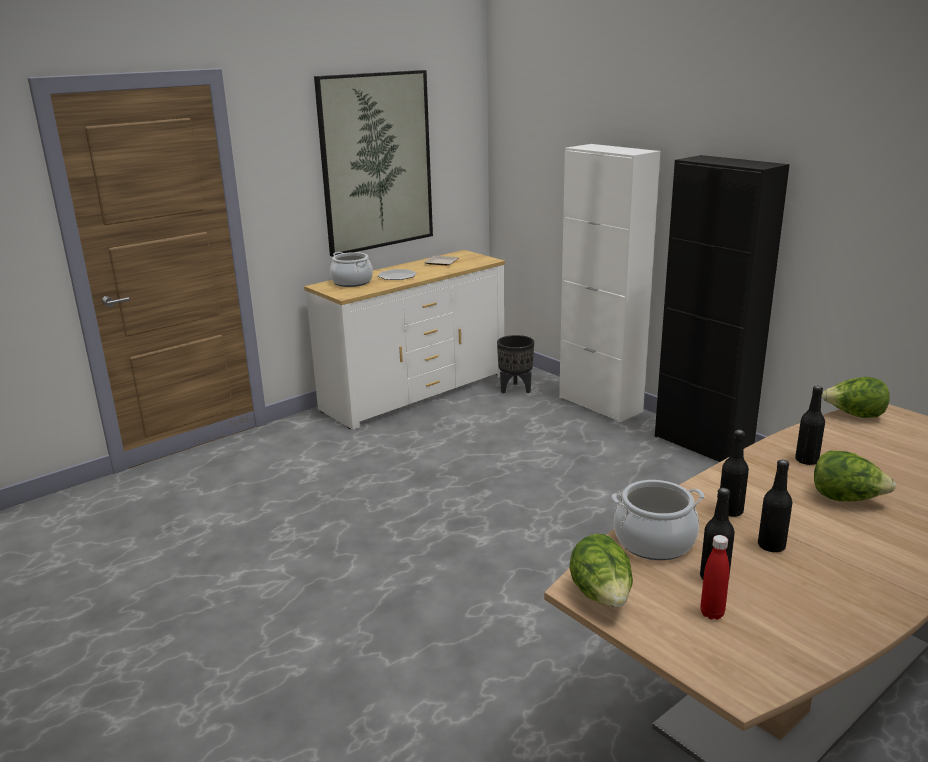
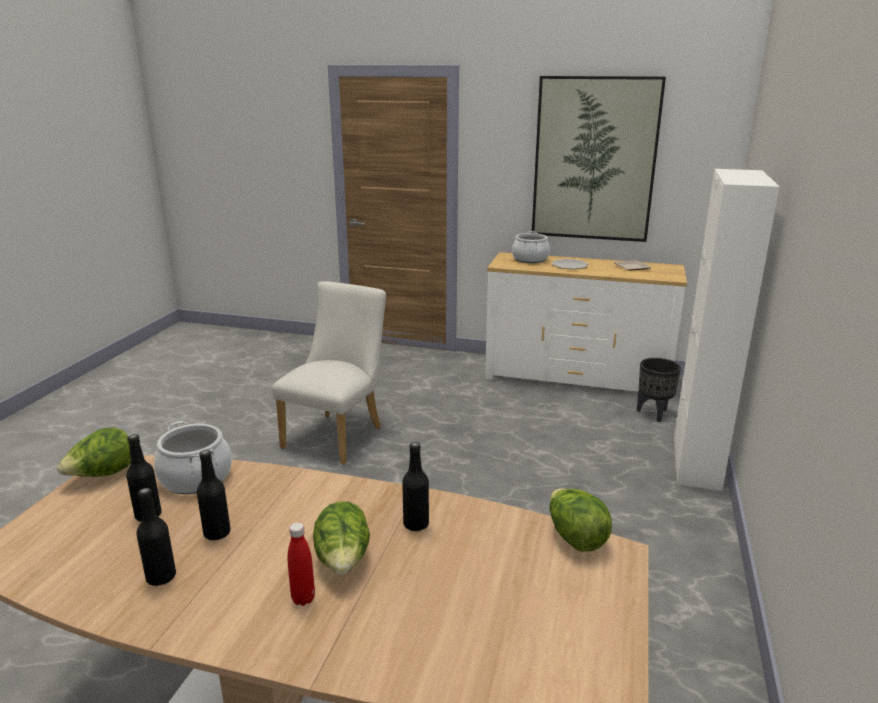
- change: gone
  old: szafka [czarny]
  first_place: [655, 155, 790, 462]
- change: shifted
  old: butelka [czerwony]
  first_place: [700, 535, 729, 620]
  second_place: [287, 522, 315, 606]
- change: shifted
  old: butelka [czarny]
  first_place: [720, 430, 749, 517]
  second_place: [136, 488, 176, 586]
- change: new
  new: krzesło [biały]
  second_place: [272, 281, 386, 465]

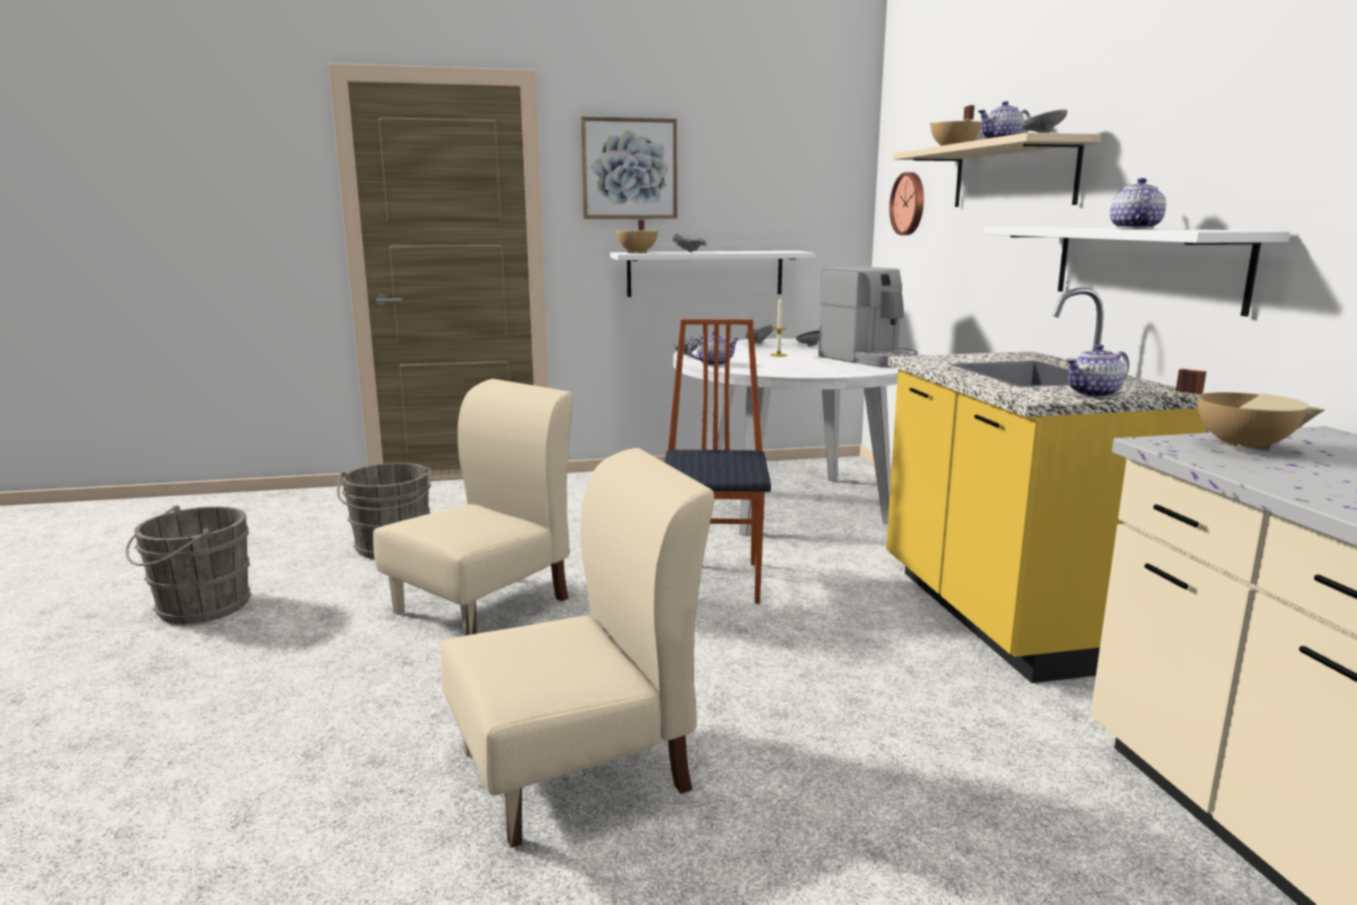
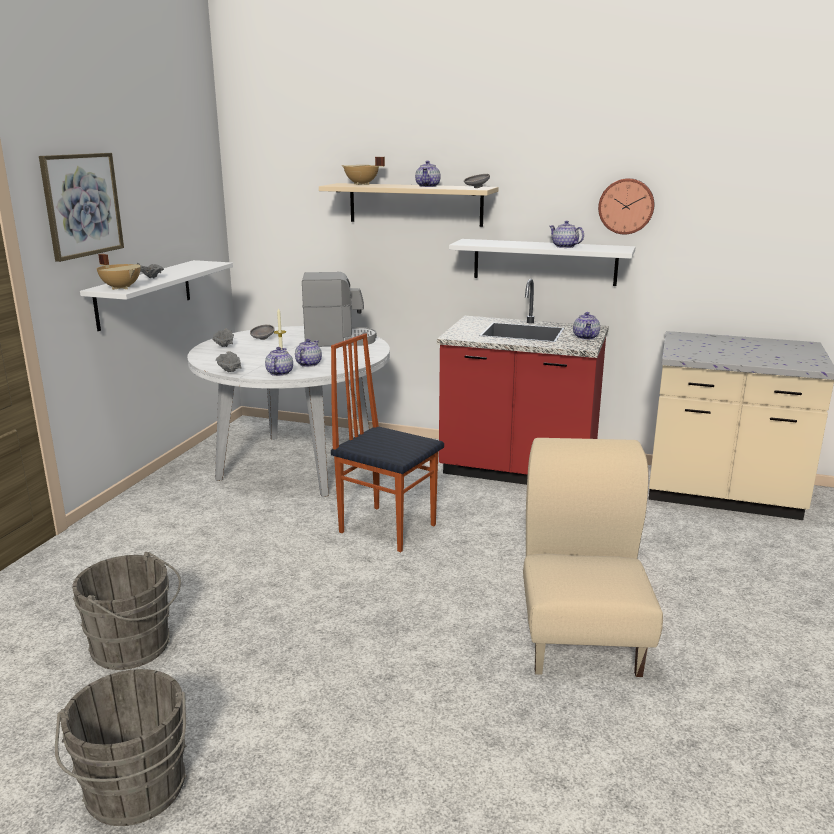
- change: gone
  old: krzesło [beżowy]
  first_place: [373, 379, 573, 636]
- change: repainted
  old: zabudowa kuchenna [żółty]
  new: zabudowa kuchenna [czerwony]
  first_place: [886, 288, 1206, 683]
  second_place: [437, 279, 609, 485]
- change: shifted
  old: zegar ścienny
  first_place: [889, 172, 924, 235]
  second_place: [598, 178, 654, 235]
- change: gone
  old: garnek [beżowy]
  first_place: [1175, 369, 1325, 451]
- change: new
  new: imbryk
  second_place: [295, 339, 322, 367]

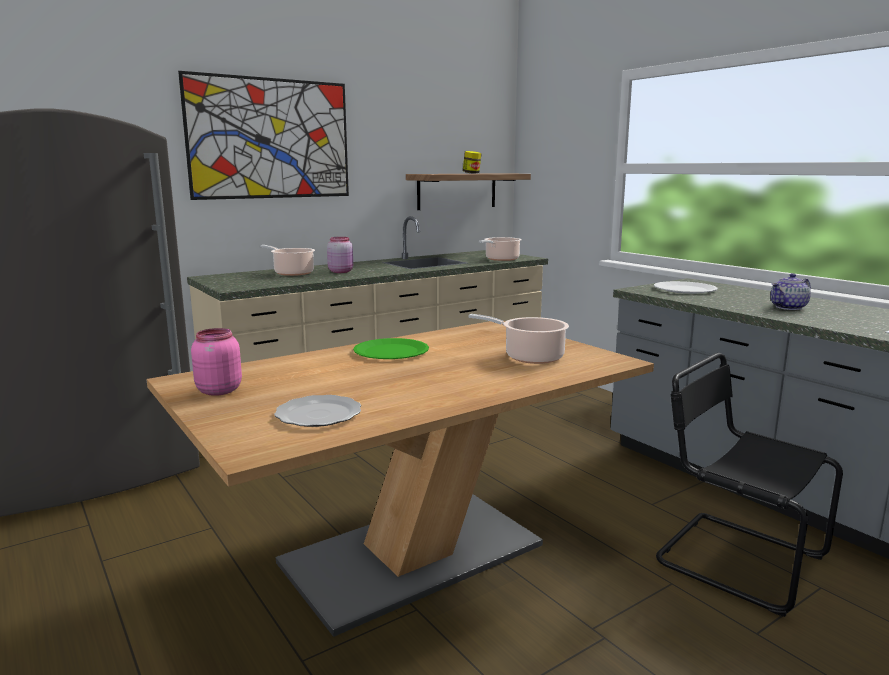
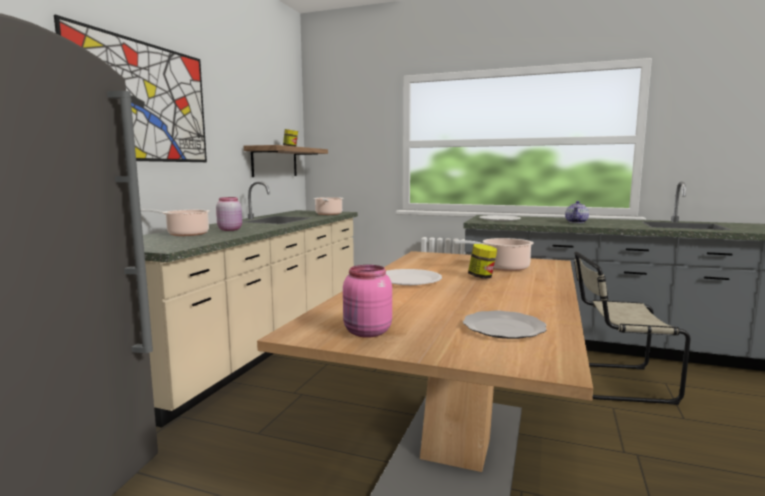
- change: repainted
  old: talerz [zielony]
  new: talerz [biały]
  first_place: [353, 338, 429, 359]
  second_place: [386, 269, 442, 285]
- change: repainted
  old: krzesło [czarny]
  new: krzesło [beżowy]
  first_place: [656, 353, 843, 617]
  second_place: [574, 252, 691, 405]
- change: new
  new: słoik
  second_place: [468, 244, 497, 279]

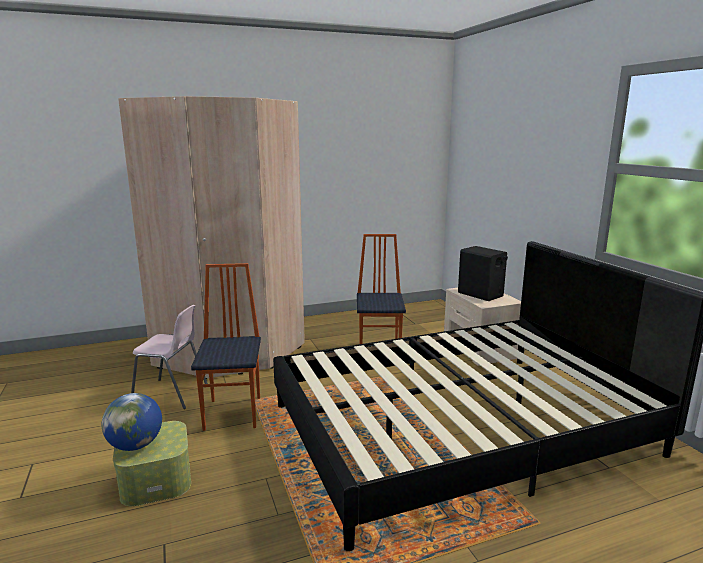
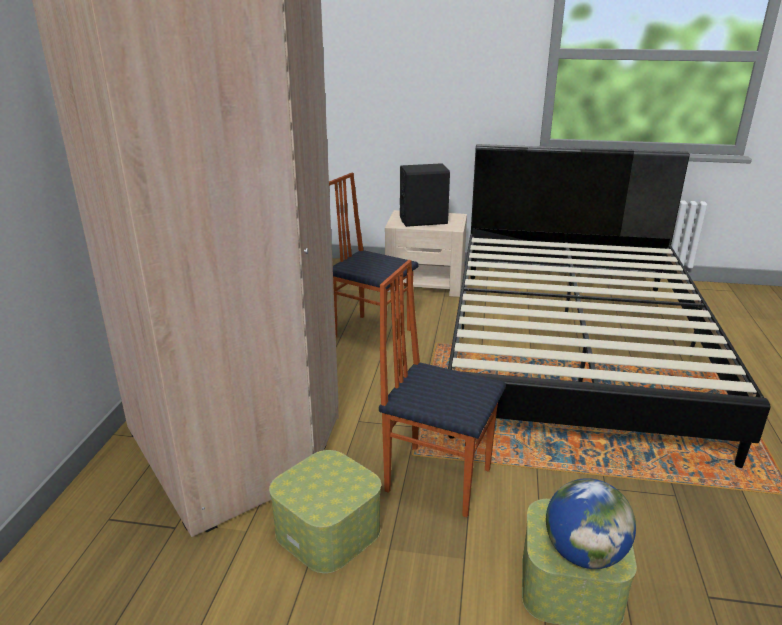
- change: swapped
  old: krzesło [różowy]
  new: pojemnik do przechowywania
  first_place: [131, 305, 208, 409]
  second_place: [269, 450, 381, 573]

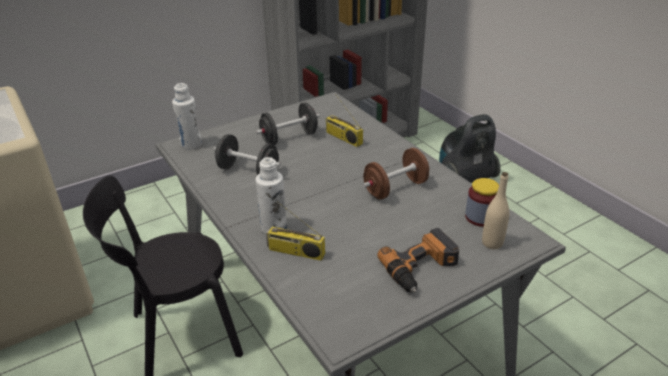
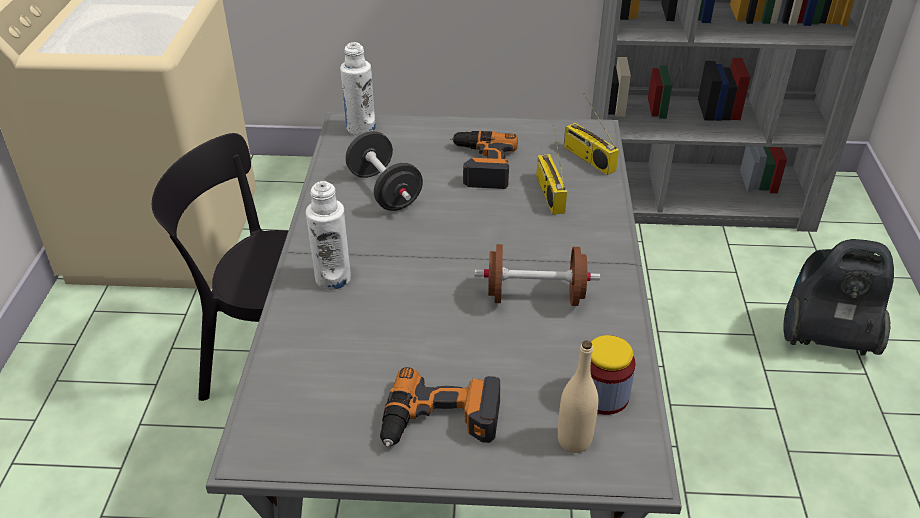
- change: swapped
  old: hantel [czarny]
  new: wiertarka
  first_place: [256, 102, 320, 145]
  second_place: [450, 131, 518, 189]
- change: shifted
  old: radio
  first_place: [266, 201, 325, 261]
  second_place: [564, 93, 619, 175]

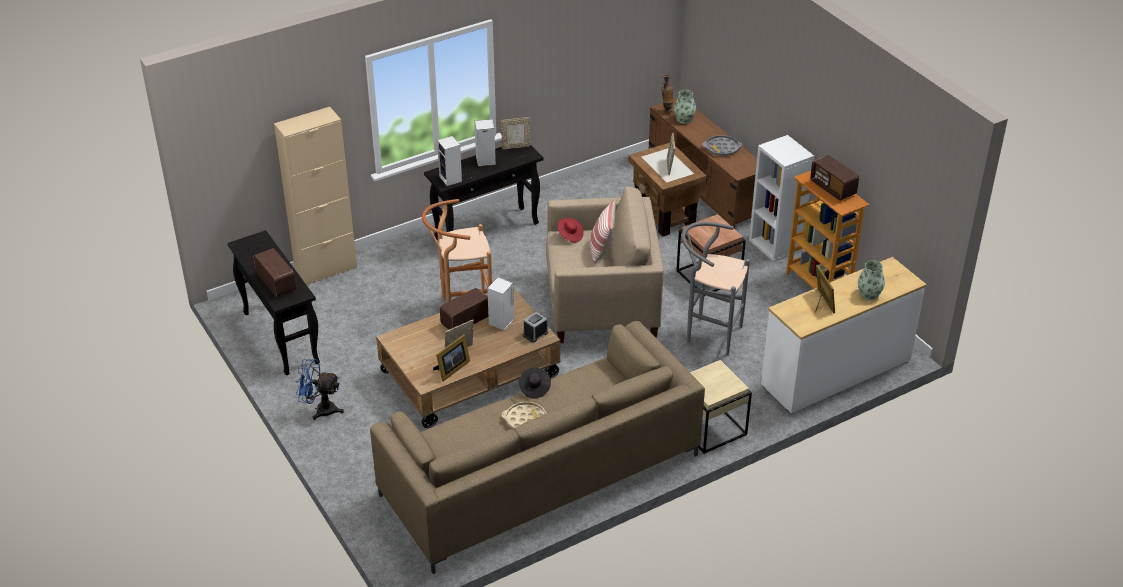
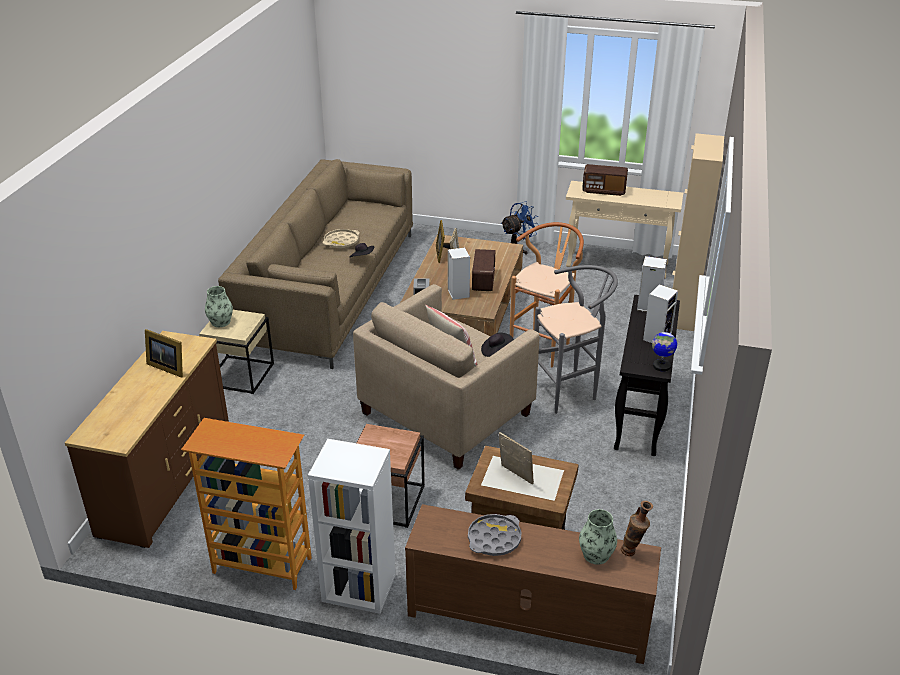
- change: repainted
  old: stolik konsolowy [czarny]
  new: stolik konsolowy [beżowy]
  first_place: [228, 230, 320, 375]
  second_place: [566, 181, 683, 279]
- change: swapped
  old: ramka na zdjęcie
  new: globus
  first_place: [501, 117, 530, 150]
  second_place: [652, 328, 677, 372]
- change: repainted
  old: kapelusz [czerwony]
  new: kapelusz [czarny]
  first_place: [558, 218, 584, 242]
  second_place: [481, 333, 514, 357]
- change: shifted
  old: stołek [szary]
  first_place: [681, 222, 750, 356]
  second_place: [534, 265, 618, 414]
- change: repainted
  old: komoda [biały]
  new: komoda [brązowy]
  first_place: [761, 257, 927, 414]
  second_place: [65, 331, 229, 548]
- change: gone
  old: radio
  first_place: [810, 155, 859, 201]
- change: shifted
  old: wazon
  first_place: [858, 260, 885, 300]
  second_place: [205, 286, 233, 327]

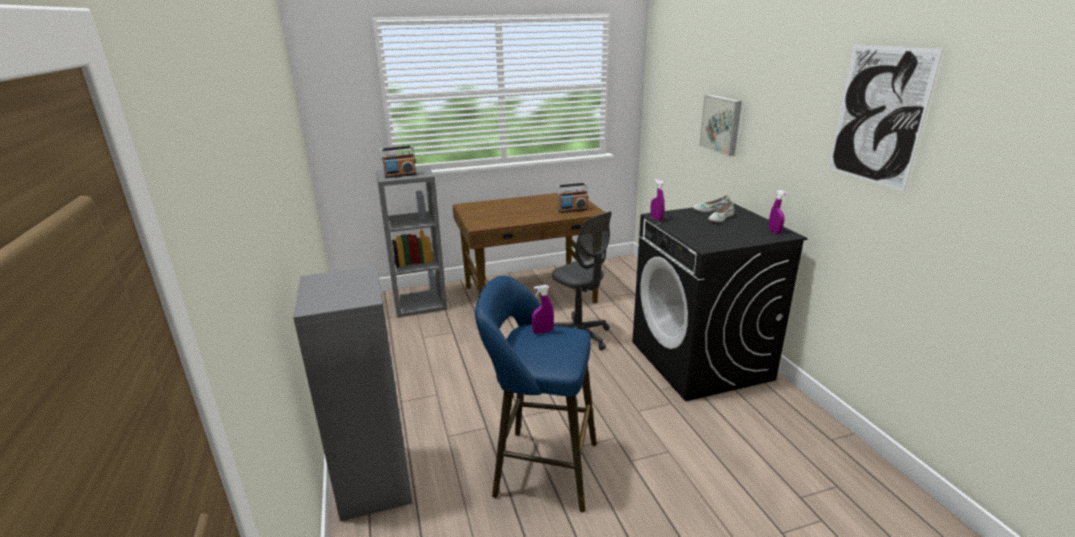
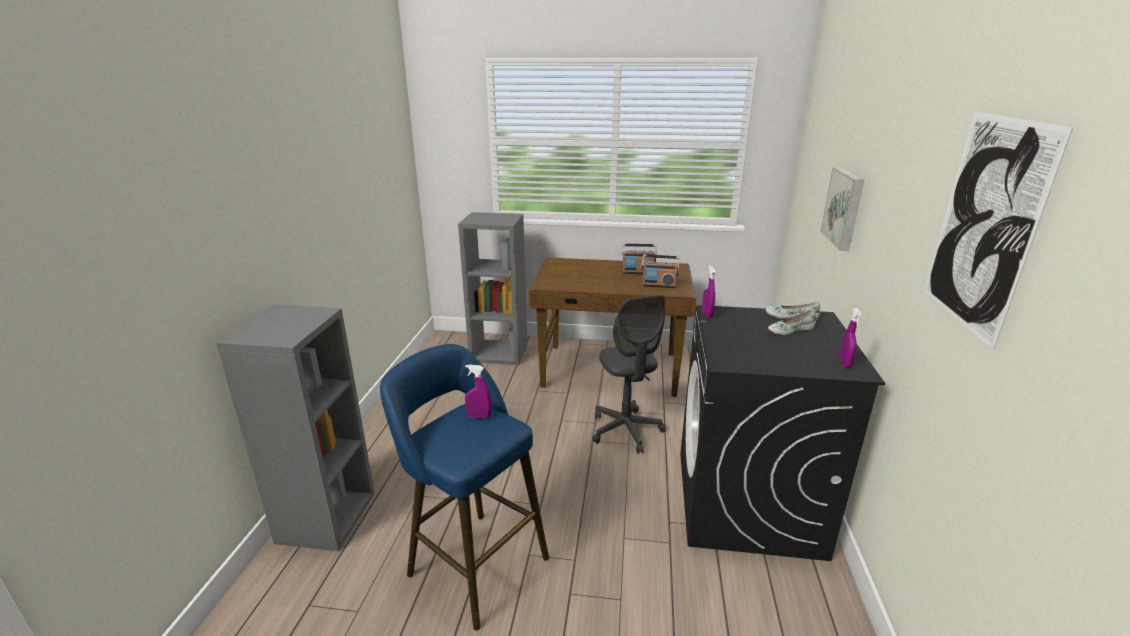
- change: shifted
  old: radio
  first_place: [380, 146, 416, 178]
  second_place: [621, 244, 657, 274]

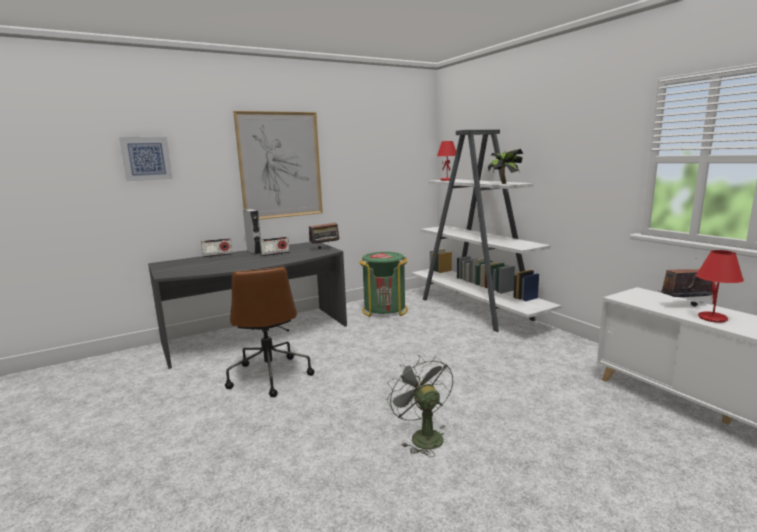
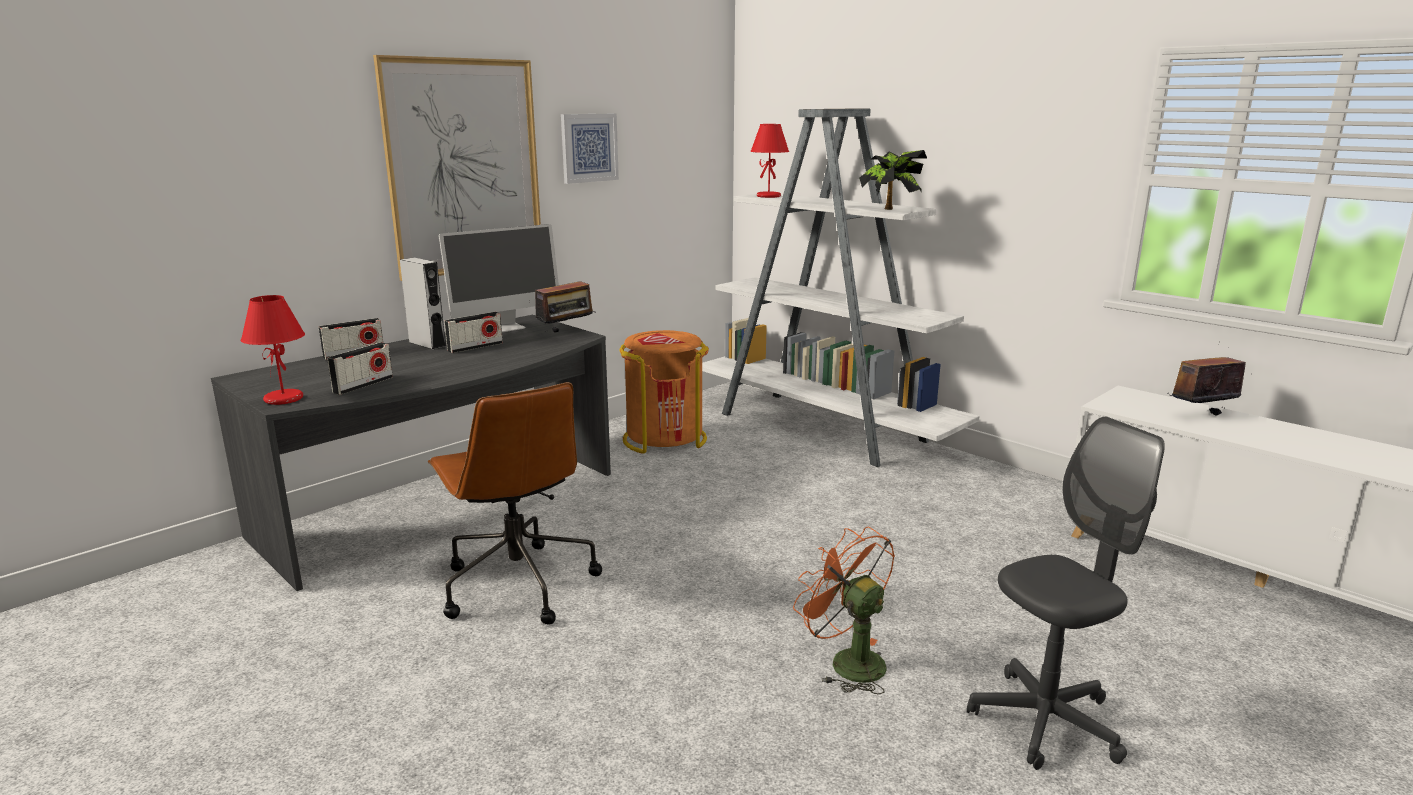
- change: shifted
  old: obraz
  first_place: [119, 137, 173, 181]
  second_place: [561, 114, 619, 184]
- change: repainted
  old: kosz na śmieci [zielony]
  new: kosz na śmieci [pomarańczowy]
  first_place: [360, 252, 408, 317]
  second_place: [620, 330, 709, 454]
- change: repainted
  old: wentylator [szary]
  new: wentylator [pomarańczowy]
  first_place: [387, 355, 453, 457]
  second_place: [793, 527, 895, 695]
- change: shifted
  old: lampa stołowa [czerwony]
  first_place: [696, 250, 744, 323]
  second_place: [241, 295, 305, 405]
- change: new
  new: radio
  second_place: [327, 342, 393, 395]
- change: new
  new: monitor
  second_place: [439, 224, 559, 332]
- change: new
  new: krzesło biurowe [szary]
  second_place: [967, 417, 1165, 770]

